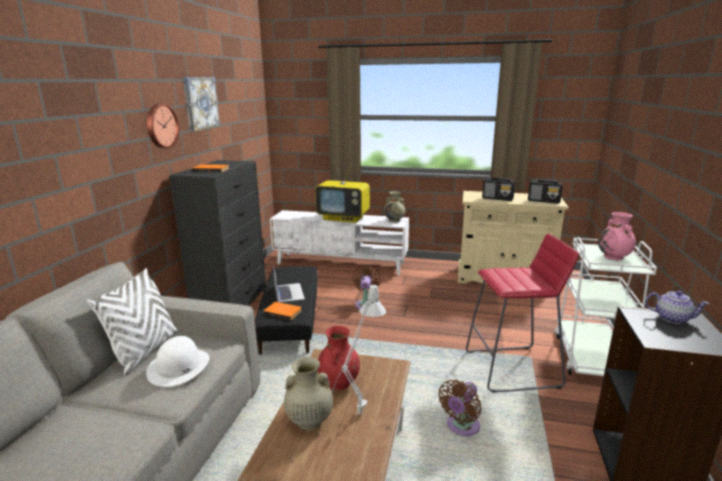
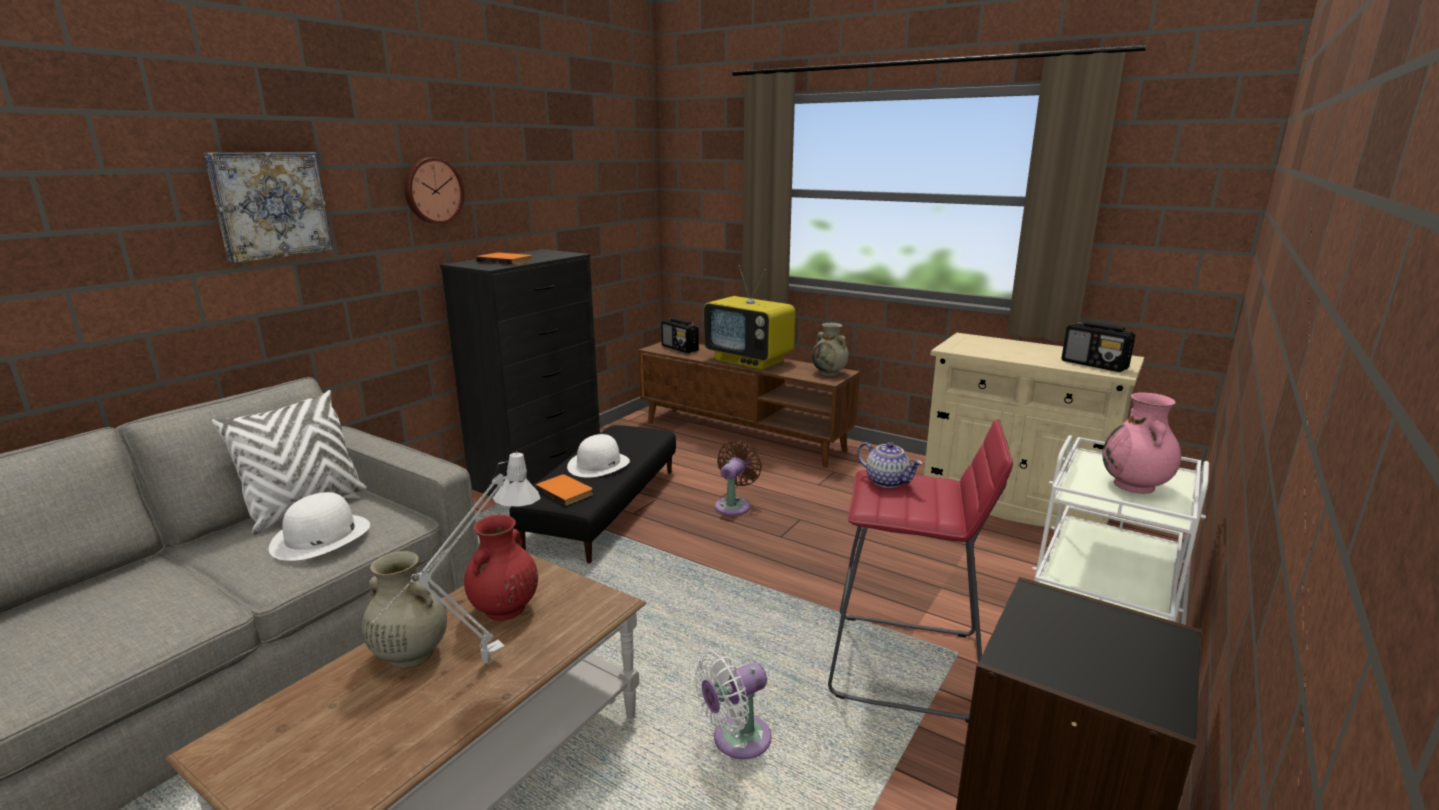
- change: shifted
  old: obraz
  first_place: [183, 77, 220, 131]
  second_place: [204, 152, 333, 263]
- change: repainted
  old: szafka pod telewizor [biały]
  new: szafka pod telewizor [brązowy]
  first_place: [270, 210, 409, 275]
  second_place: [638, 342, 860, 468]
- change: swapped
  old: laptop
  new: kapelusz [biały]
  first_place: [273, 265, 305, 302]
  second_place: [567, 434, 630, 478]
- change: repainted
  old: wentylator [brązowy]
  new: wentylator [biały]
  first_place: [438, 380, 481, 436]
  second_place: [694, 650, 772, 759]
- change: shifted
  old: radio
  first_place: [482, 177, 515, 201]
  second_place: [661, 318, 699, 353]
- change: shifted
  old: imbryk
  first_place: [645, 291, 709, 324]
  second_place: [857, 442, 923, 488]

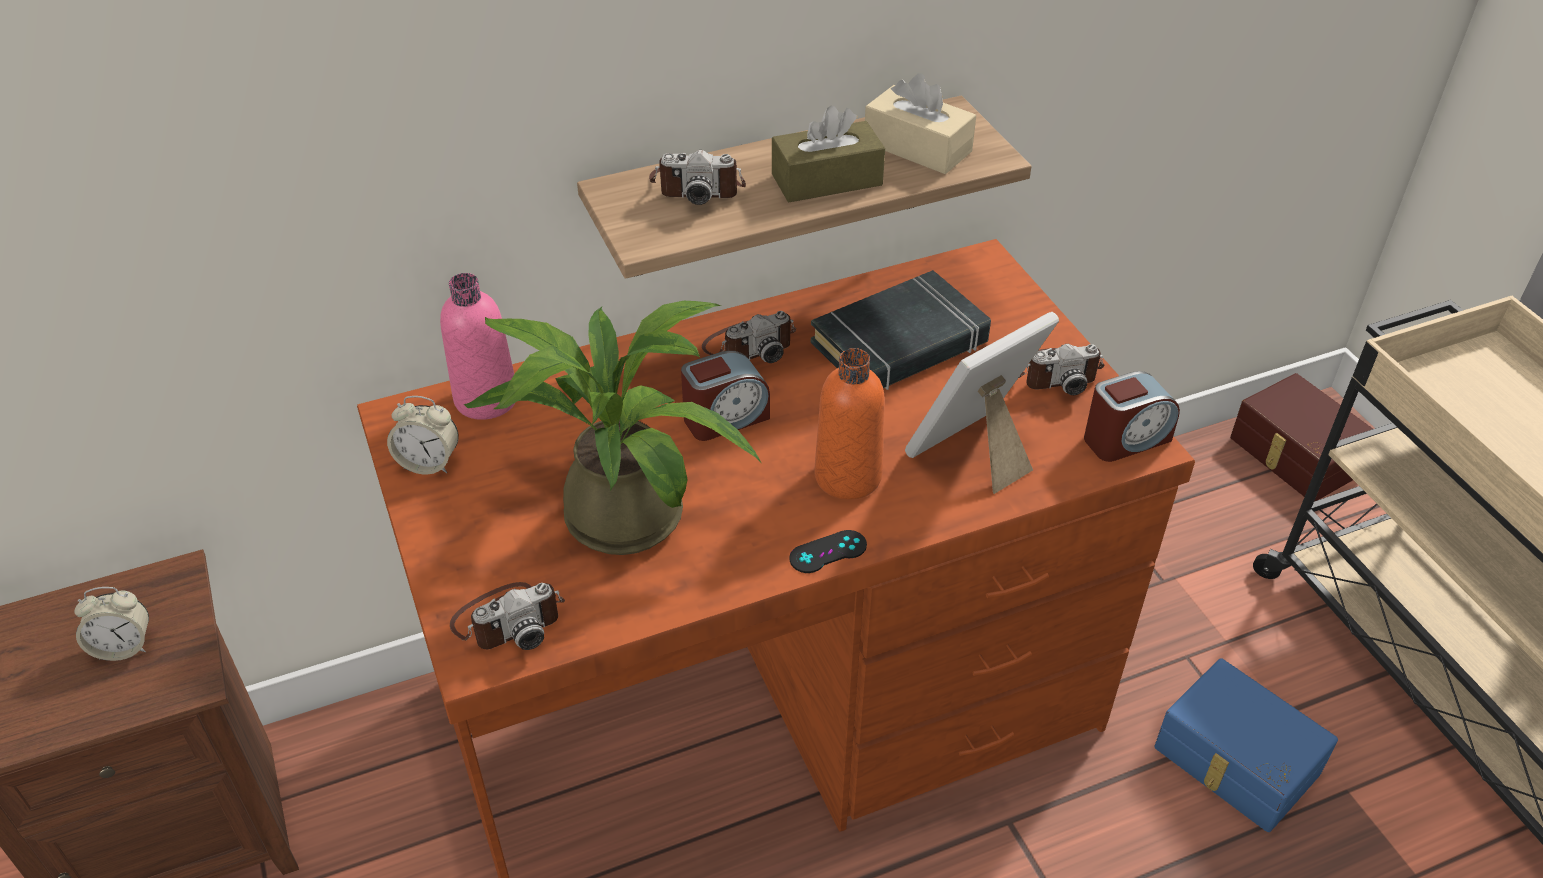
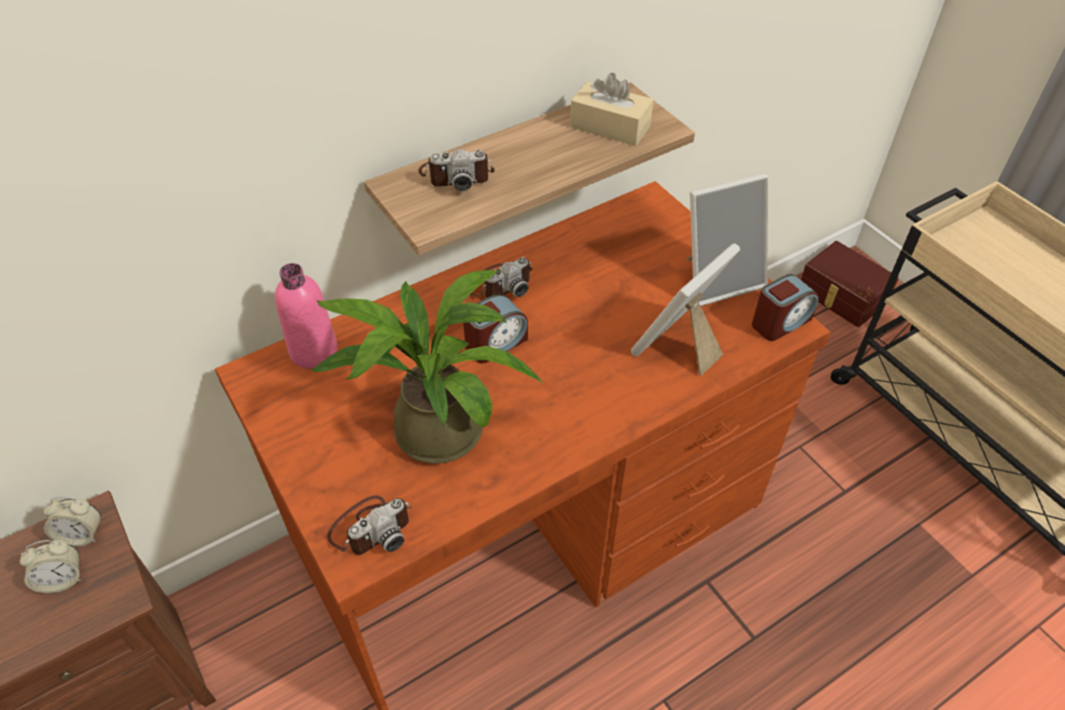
- change: shifted
  old: budzik
  first_place: [387, 396, 459, 475]
  second_place: [44, 497, 101, 547]
- change: gone
  old: pudełko chusteczek [brązowy]
  first_place: [772, 106, 885, 202]
- change: gone
  old: pad do gier [czarny]
  first_place: [789, 530, 867, 573]
- change: gone
  old: książka [czarny]
  first_place: [811, 270, 991, 390]
- change: gone
  old: butelka [pomarańczowy]
  first_place: [814, 348, 885, 500]
- change: swapped
  old: aparat fotograficzny
  new: ramka na zdjęcie
  first_place: [1019, 344, 1104, 395]
  second_place: [686, 173, 768, 306]
- change: gone
  old: pojemnik do przechowywania [niebieski]
  first_place: [1154, 658, 1338, 832]

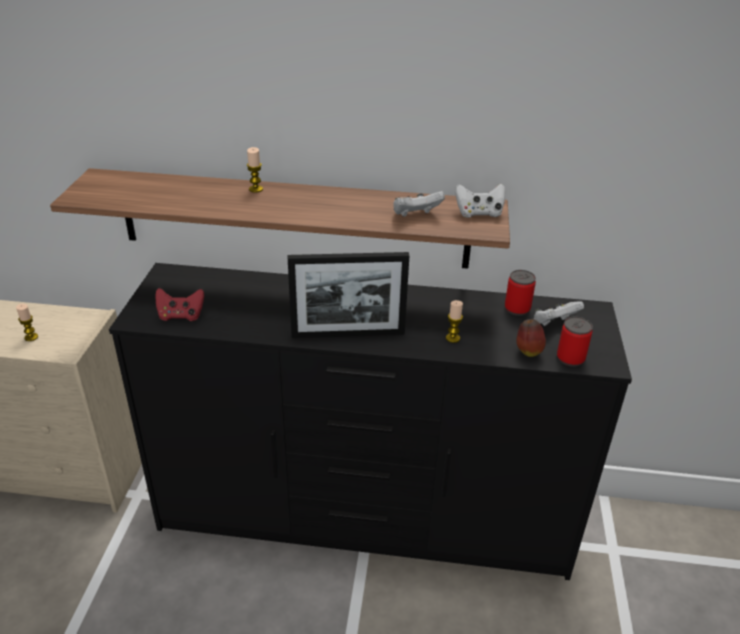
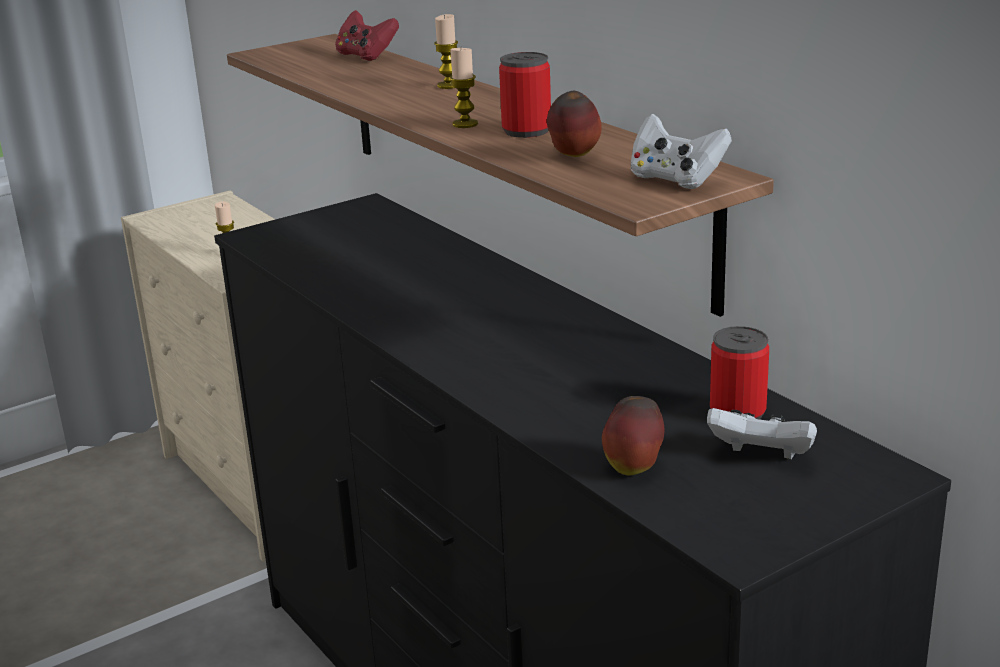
- change: shifted
  old: pad do gier [czerwony]
  first_place: [155, 288, 204, 321]
  second_place: [335, 10, 399, 61]
- change: gone
  old: ramka na zdjęcie
  first_place: [288, 252, 409, 338]
- change: swapped
  old: pad do gier [biały]
  new: jabłko
  first_place: [393, 191, 445, 217]
  second_place: [547, 91, 602, 157]
- change: shifted
  old: świeca
  first_place: [446, 300, 463, 343]
  second_place: [449, 48, 478, 128]
- change: shifted
  old: puszka
  first_place: [557, 317, 593, 367]
  second_place: [499, 52, 551, 138]

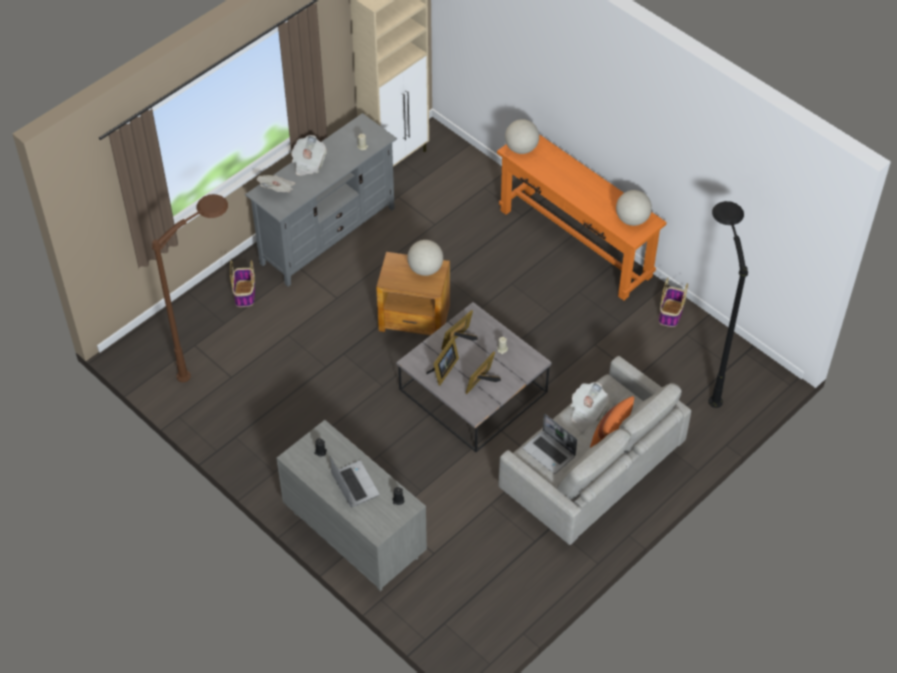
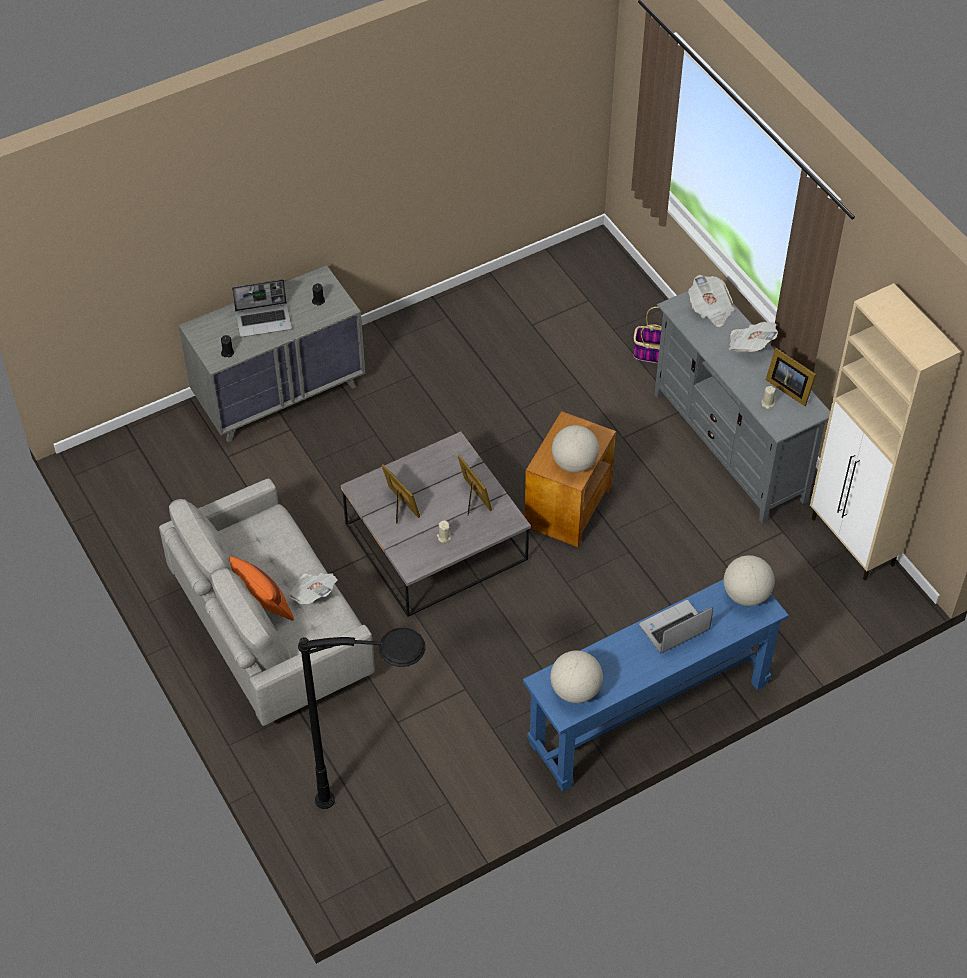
- change: gone
  old: lampa stojąca [brązowy]
  first_place: [152, 194, 228, 382]
- change: shifted
  old: ramka na zdjęcie
  first_place: [426, 336, 459, 386]
  second_place: [766, 348, 816, 406]
- change: repainted
  old: stolik konsolowy [pomarańczowy]
  new: stolik konsolowy [niebieski]
  first_place: [497, 134, 667, 300]
  second_place: [523, 579, 789, 792]
- change: shifted
  old: laptop
  first_place: [523, 414, 577, 474]
  second_place: [639, 600, 713, 653]
- change: gone
  old: koszyk
  first_place: [659, 278, 688, 327]

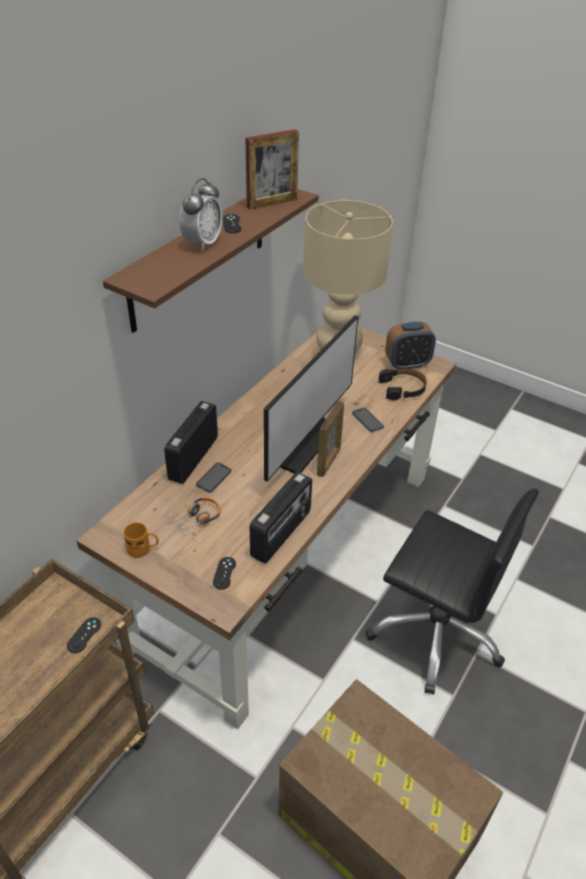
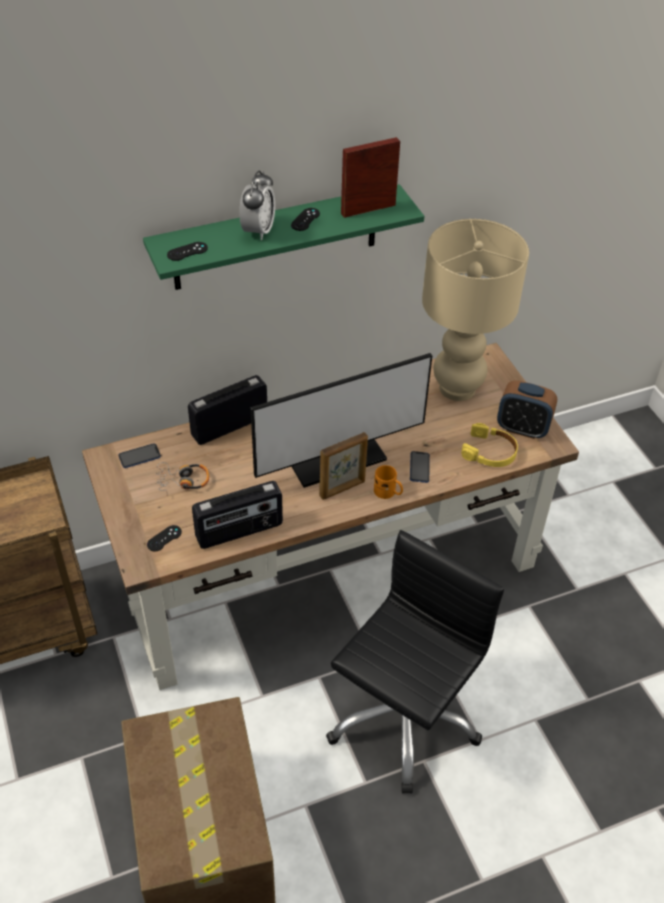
- change: shifted
  old: pad do gier [czarny]
  first_place: [67, 617, 101, 653]
  second_place: [167, 242, 208, 261]
- change: repainted
  old: półka [brązowy]
  new: półka [zielony]
  first_place: [103, 189, 318, 333]
  second_place: [143, 184, 424, 290]
- change: shifted
  old: kubek [pomarańczowy]
  first_place: [123, 522, 159, 558]
  second_place: [374, 465, 403, 499]
- change: rotated
  old: budzik
  first_place: [179, 178, 223, 251]
  second_place: [239, 171, 275, 240]
  degrees: -45
- change: shifted
  old: telefon
  first_place: [196, 463, 232, 493]
  second_place: [118, 443, 161, 468]
- change: rotated
  old: ramka na zdjęcie
  first_place: [246, 129, 299, 210]
  second_place: [341, 137, 400, 218]
  degrees: 150
- change: rotated
  old: krzesło biurowe [czarny]
  first_place: [366, 488, 539, 695]
  second_place: [326, 530, 504, 793]
  degrees: -120
- change: repainted
  old: słuchawki [czarny]
  new: słuchawki [żółty]
  first_place: [379, 369, 427, 400]
  second_place: [461, 423, 518, 467]

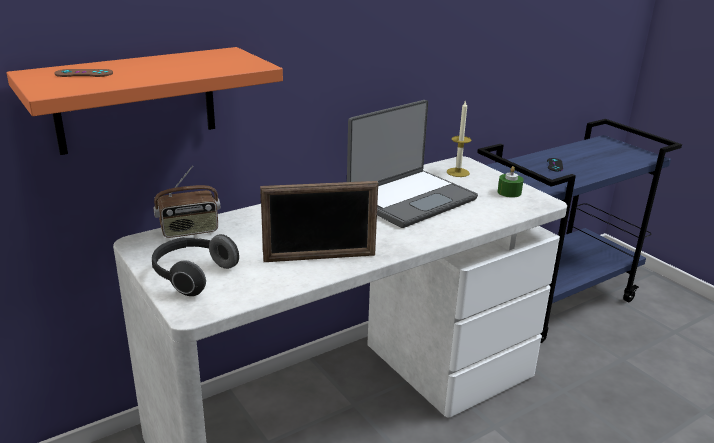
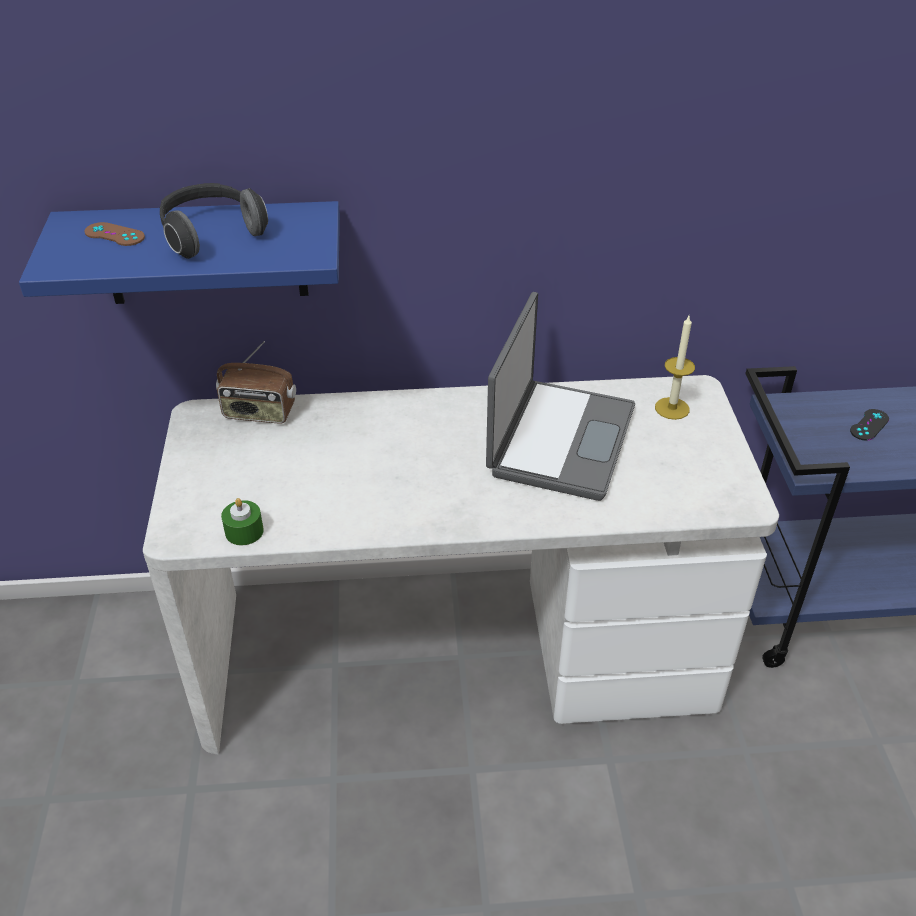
- change: repainted
  old: półka [pomarańczowy]
  new: półka [niebieski]
  first_place: [6, 47, 283, 155]
  second_place: [19, 201, 340, 304]
- change: shifted
  old: słuchawki
  first_place: [152, 234, 239, 296]
  second_place: [160, 183, 268, 259]
- change: gone
  old: ramka na zdjęcie
  first_place: [260, 181, 378, 262]
- change: rotated
  old: laptop
  first_place: [347, 100, 478, 228]
  second_place: [486, 292, 635, 501]
  degrees: -60
- change: shifted
  old: świeca [zielony]
  first_place: [498, 166, 524, 198]
  second_place: [221, 498, 264, 545]

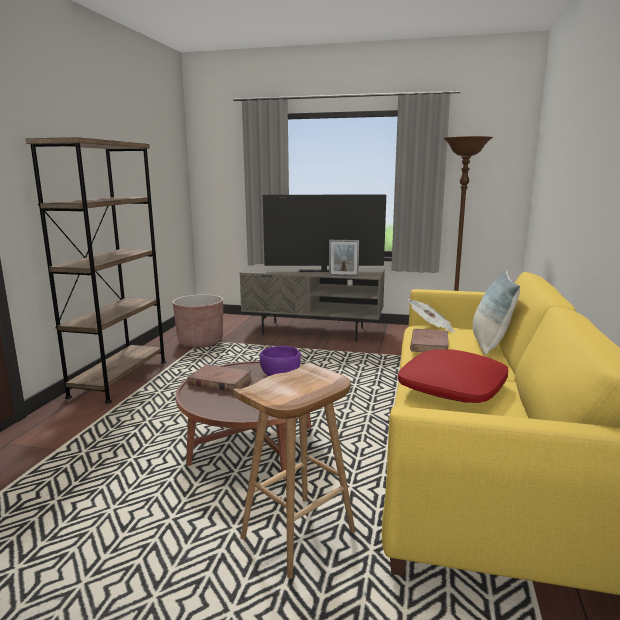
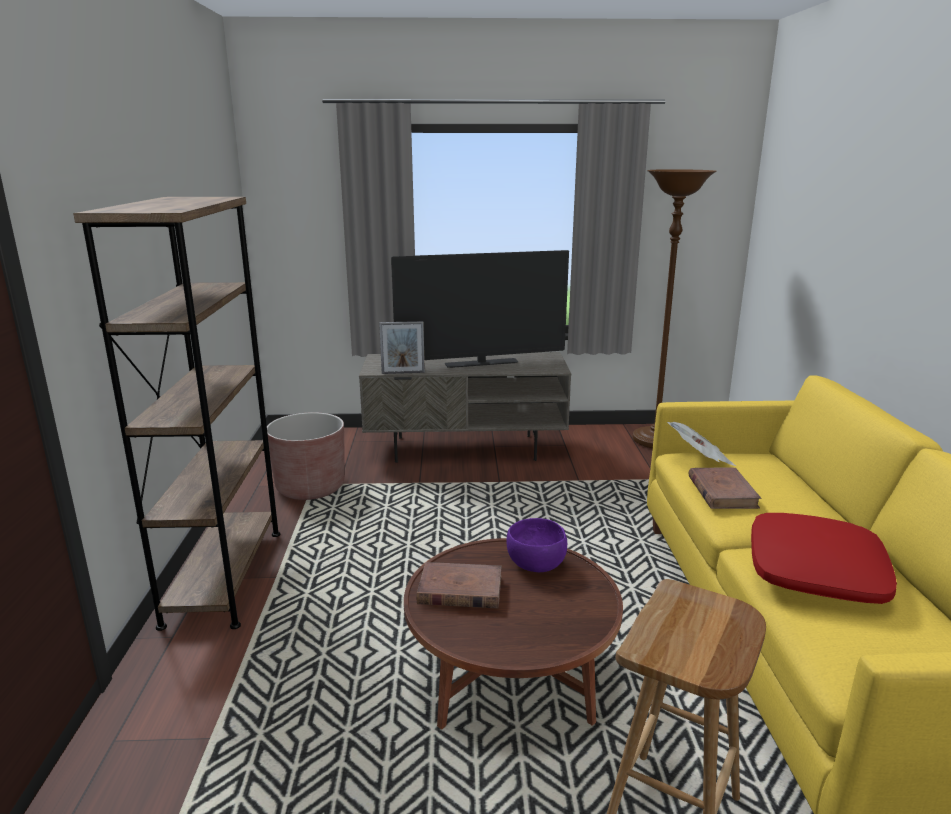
- change: shifted
  old: ramka na zdjęcie
  first_place: [329, 240, 359, 276]
  second_place: [379, 321, 425, 374]
- change: gone
  old: poduszka
  first_place: [473, 270, 520, 355]

